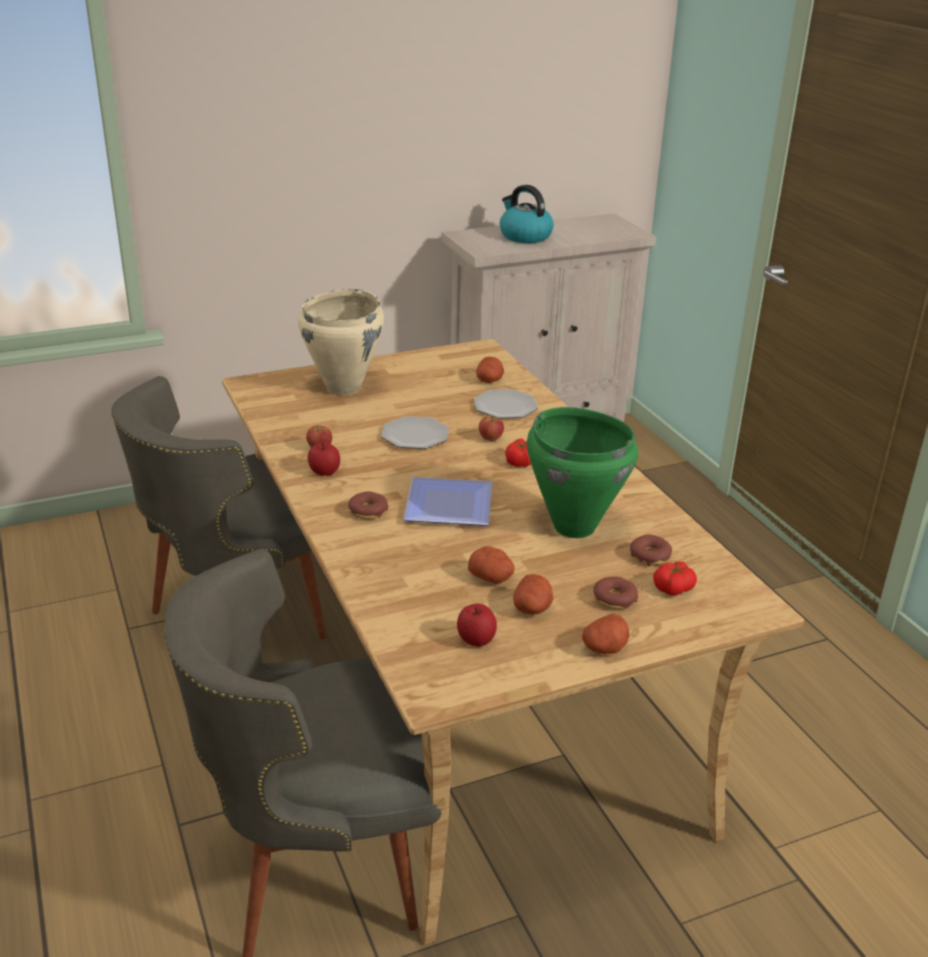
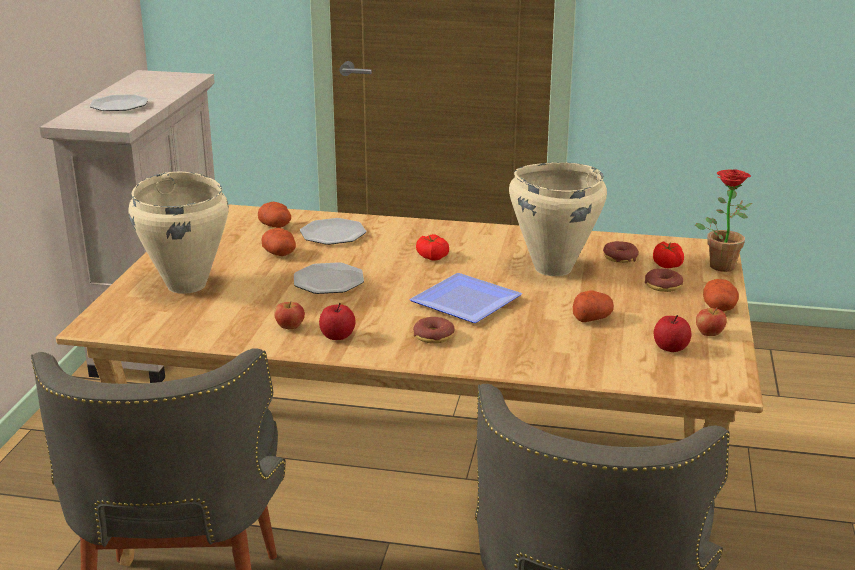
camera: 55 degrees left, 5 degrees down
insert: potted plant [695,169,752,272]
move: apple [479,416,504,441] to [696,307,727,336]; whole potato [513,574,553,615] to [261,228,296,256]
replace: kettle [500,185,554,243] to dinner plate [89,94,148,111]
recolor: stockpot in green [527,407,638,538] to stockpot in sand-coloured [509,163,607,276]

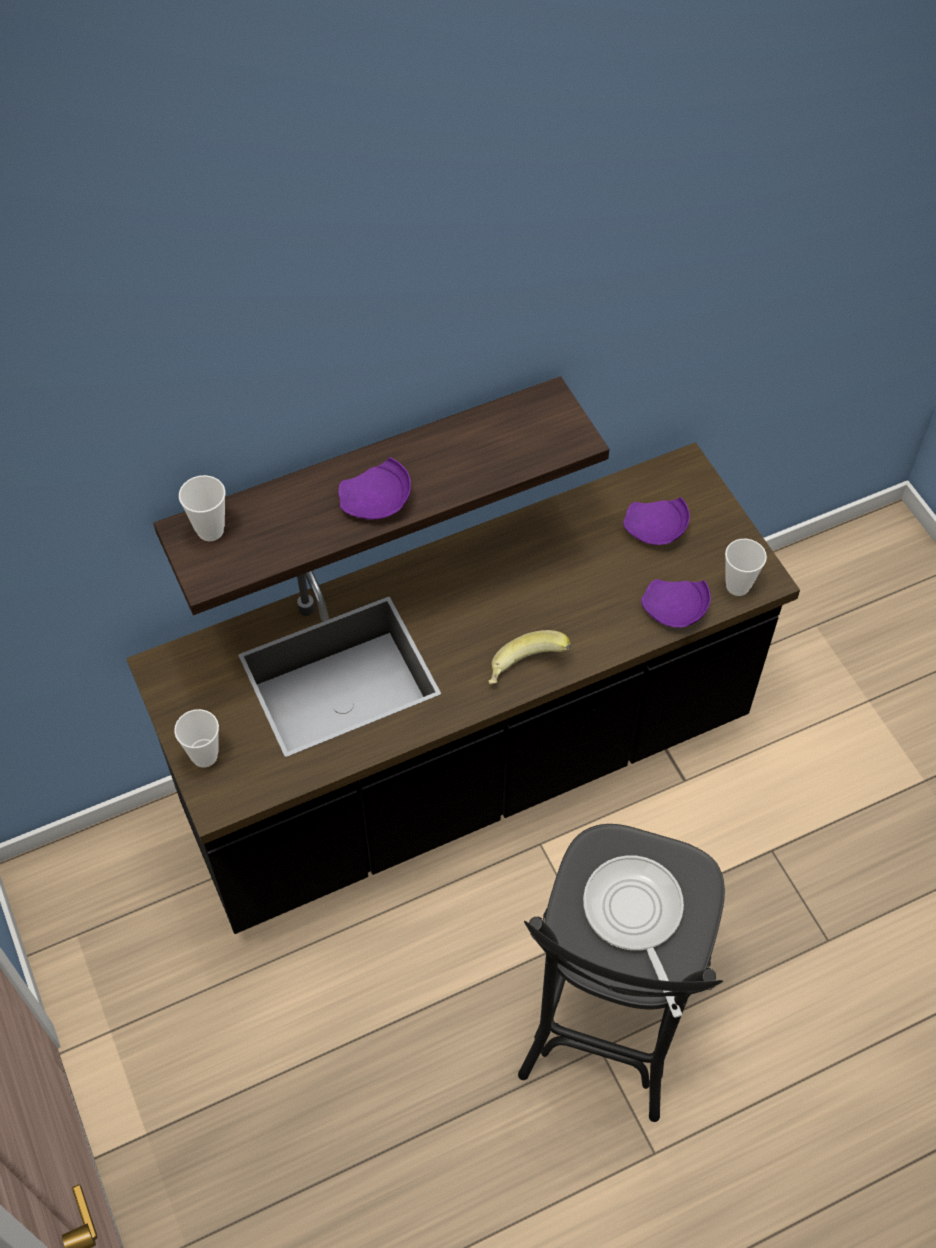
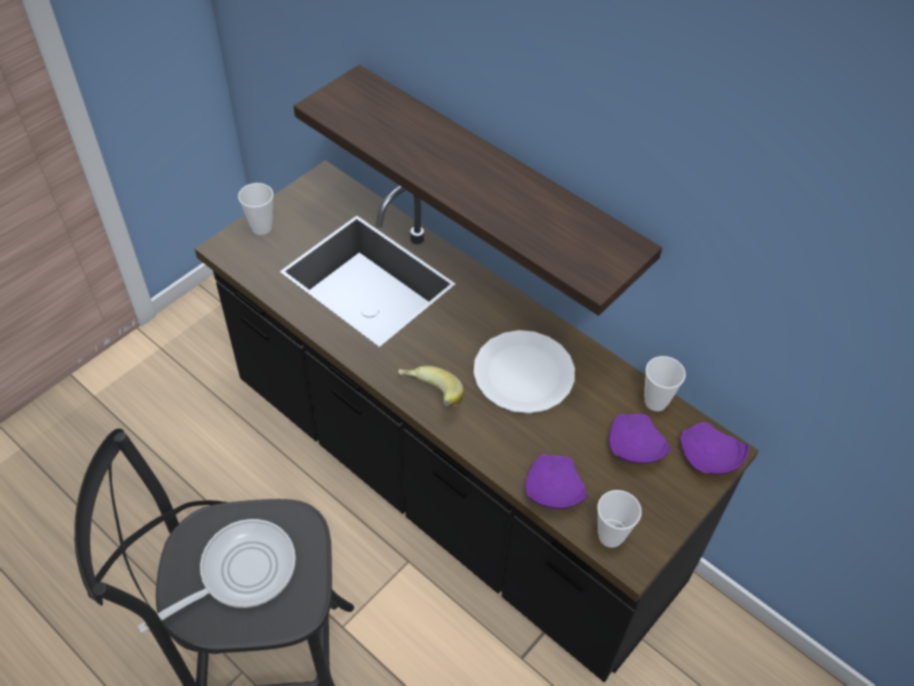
camera: 65 degrees right, 5 degrees down
insert: dinner plate in white-coloured [474,330,575,413]
move: dinner plate in purplish [339,457,411,519] to [681,422,749,474]; small cup [179,475,225,541] to [644,356,686,411]

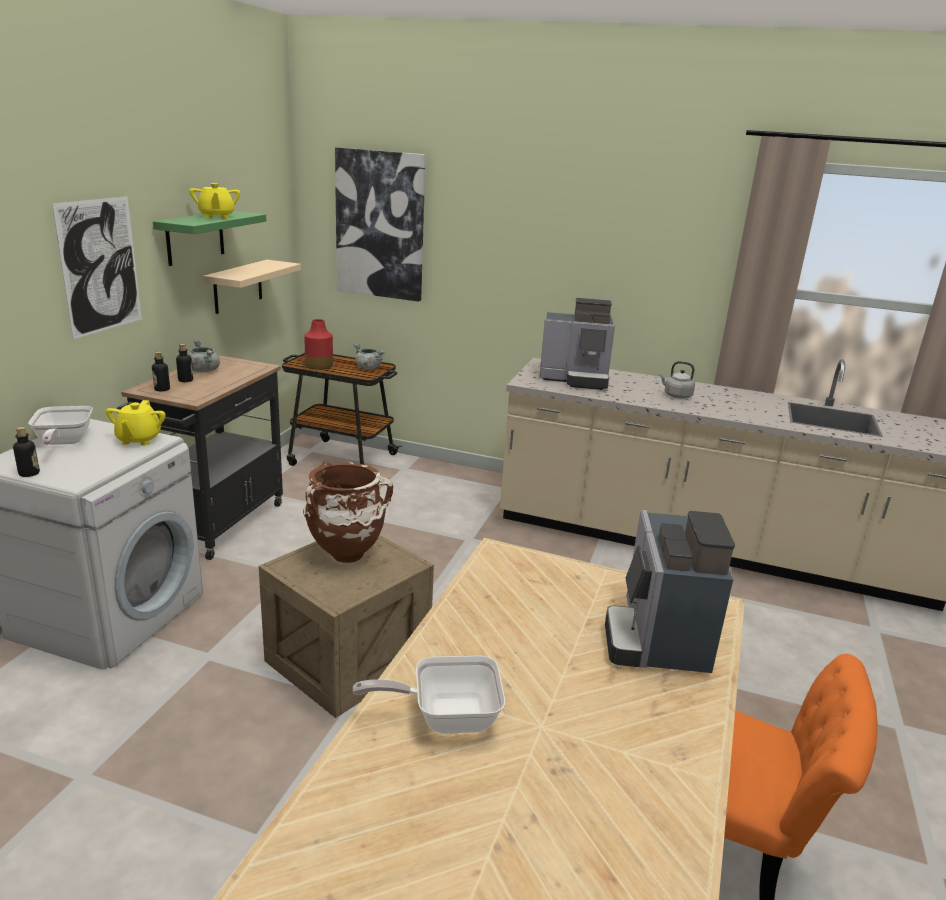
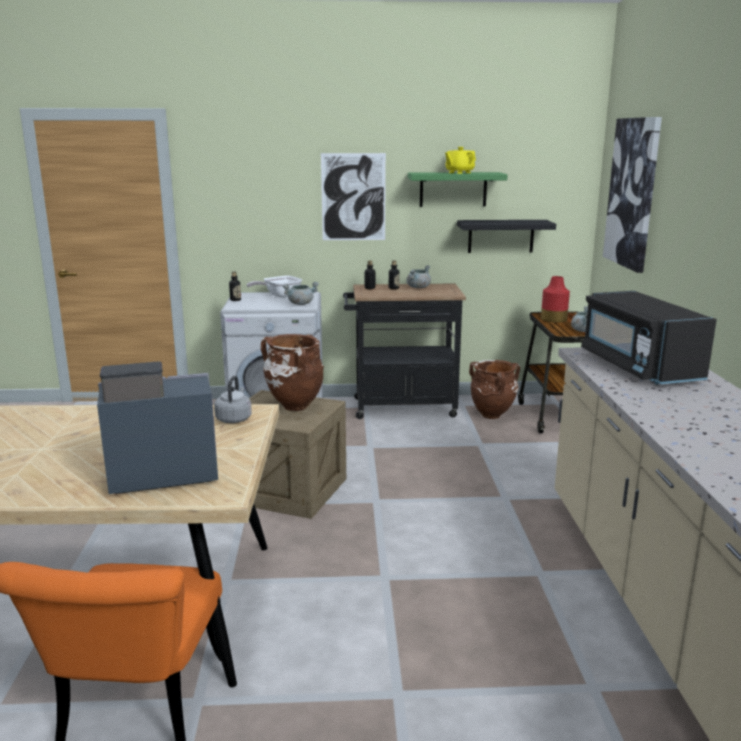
camera: 70 degrees right, 5 degrees down
delete: skillet [353,656,505,734]
insert: flower vase in brown [469,360,520,419]
move: kettle in grey [659,361,695,399] to [214,376,252,423]
replace: coffee machine [539,298,615,390] to microwave oven in black-coloured [581,291,717,385]; tea pot in yellow [106,400,166,446] to stockpot in grey [283,282,319,305]
recolor: bracket shelf in sand-coloured [203,260,301,314] to bracket shelf in black-coloured [457,220,556,253]

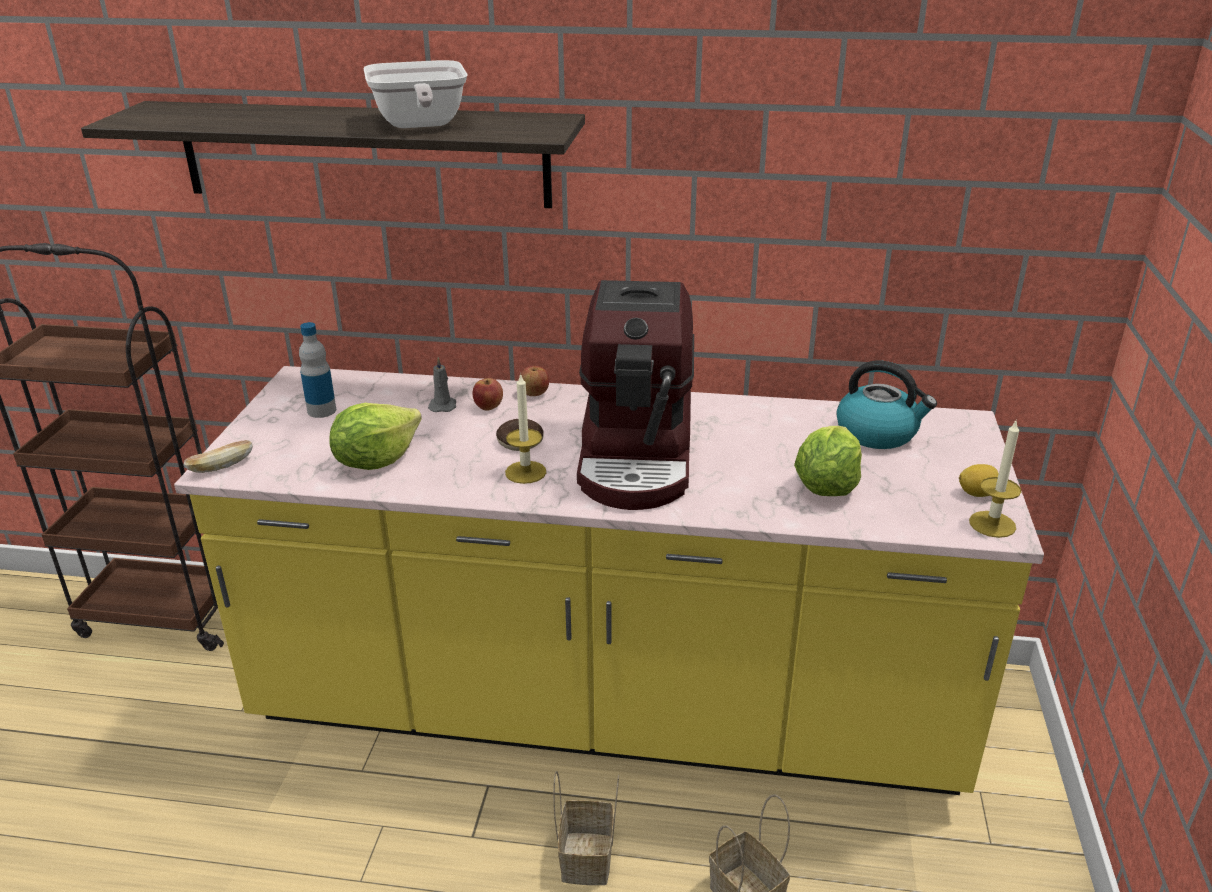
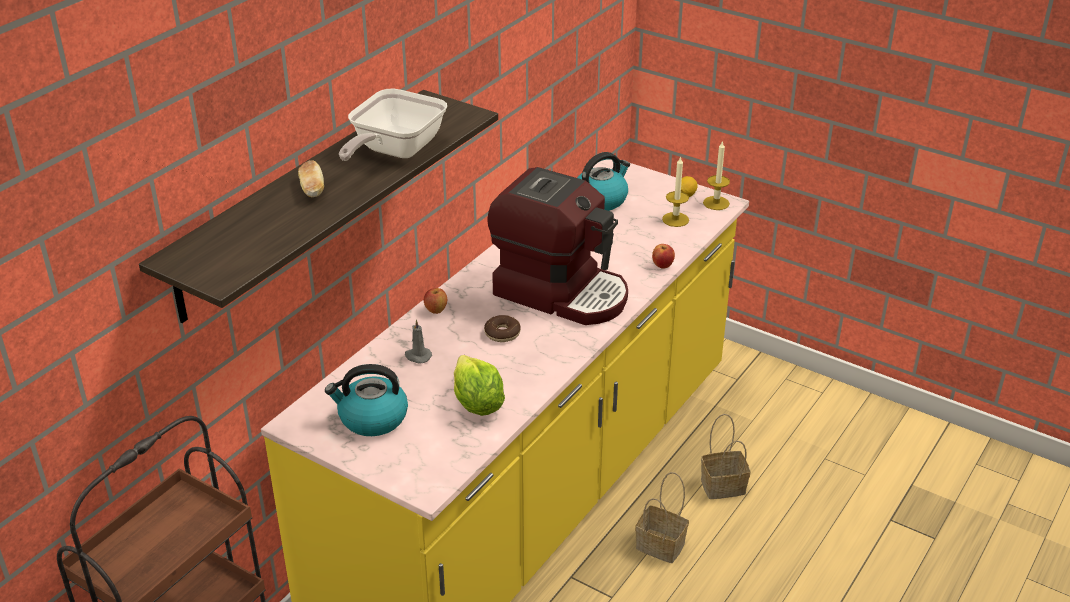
camera: 65 degrees left, 5 degrees up
delete: head of lettuce [794,426,862,496]
move: candle [505,373,546,484] to [662,156,689,227]; apple [473,378,503,411] to [652,244,675,269]; baked bread [184,440,253,473] to [298,160,324,197]
replace: beverage bottle [299,322,336,418] to kettle [325,364,408,436]
rotate: skillet [363,60,468,128] = [339,89,447,161] 105 degrees clockwise

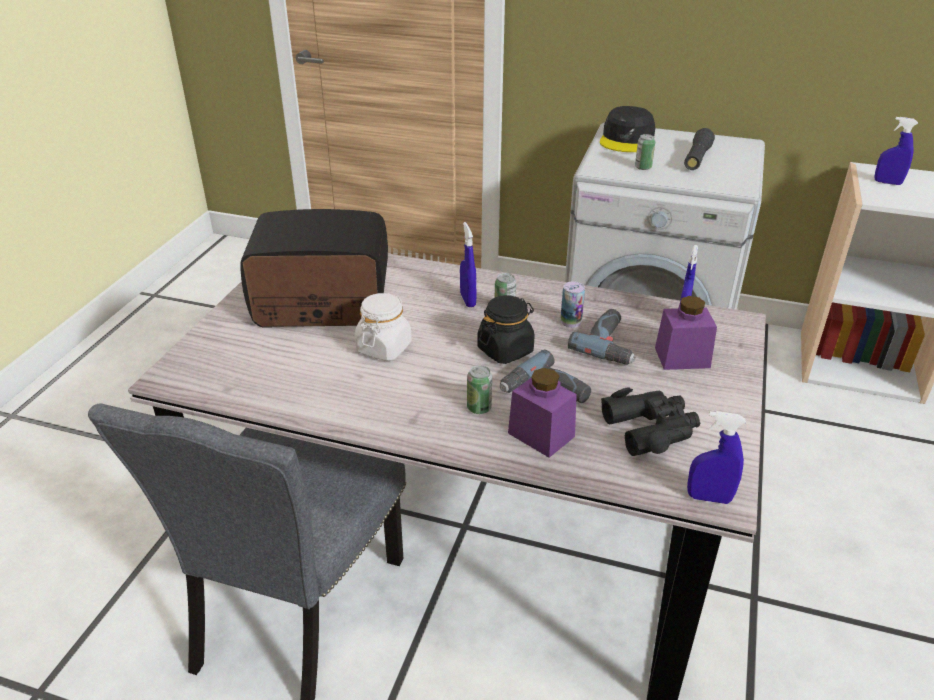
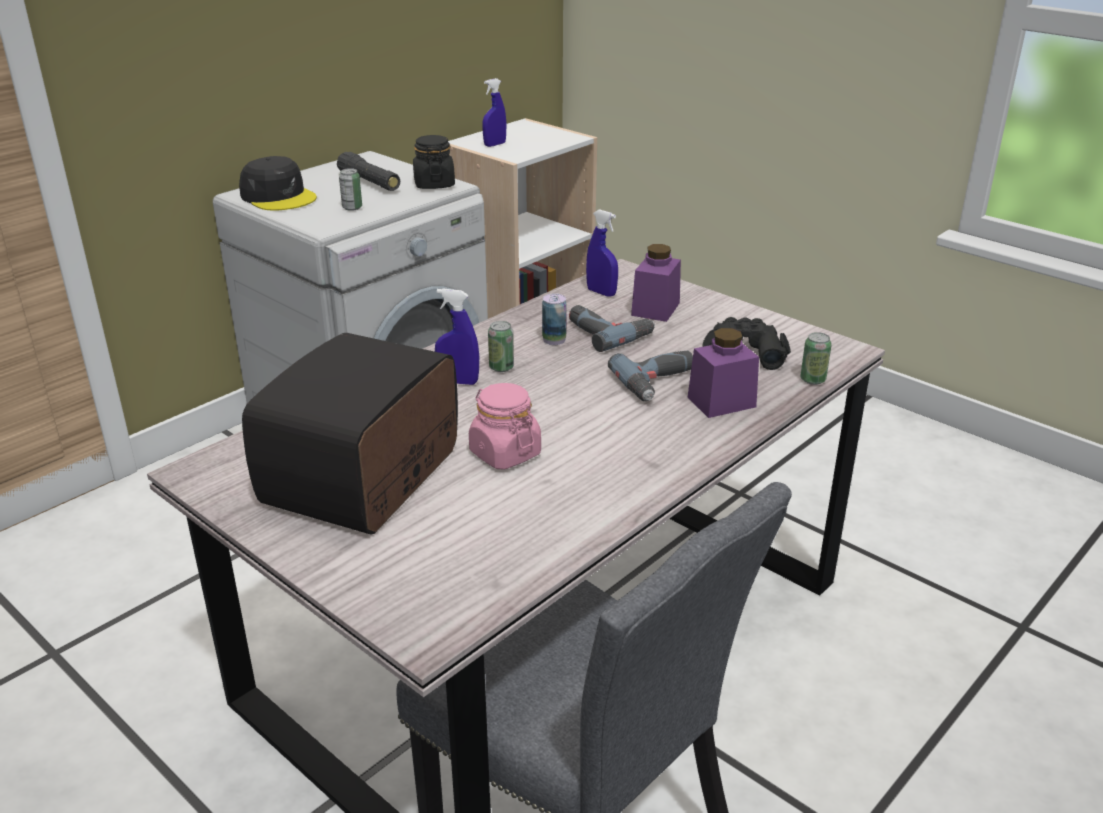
camera: 65 degrees left, 5 degrees down
delete: spray bottle in blue [687,411,746,504]
move: jar in black-coloured [477,295,535,364] to [413,135,455,189]; can [467,365,492,414] to [800,332,832,385]
recolor: jar in white-coloured [355,293,412,361] to jar in pinkish [469,383,541,470]

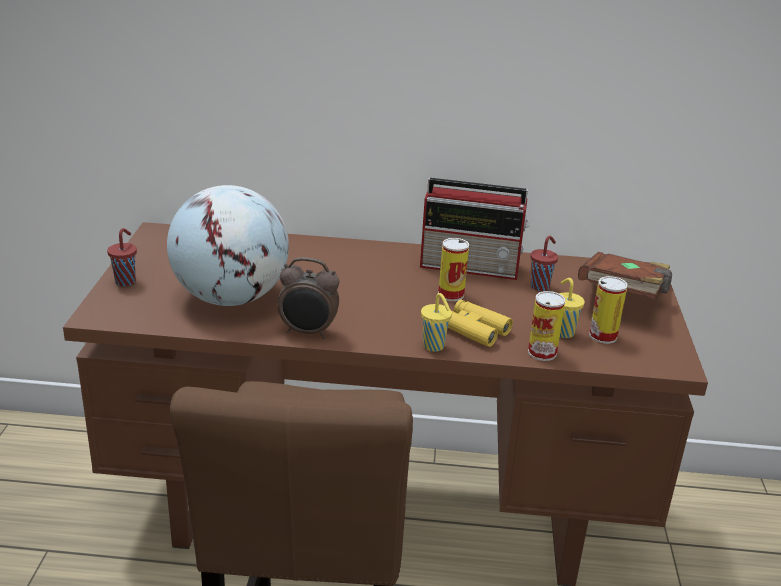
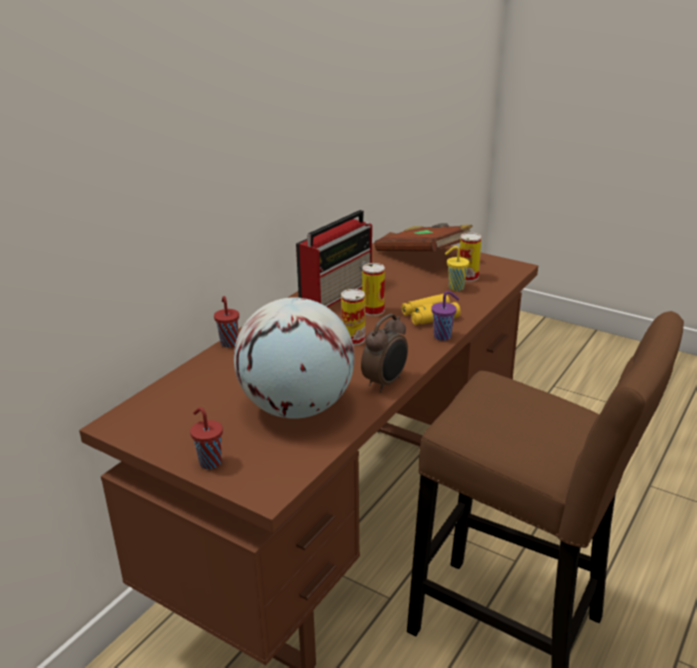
camera: 60 degrees left, 0 degrees up
move: small cup in red [530,236,558,291] to [214,296,239,347]; can [528,291,565,361] to [341,289,365,346]
recolor: small cup in yellow [421,293,452,352] to small cup in purplish [431,291,459,341]

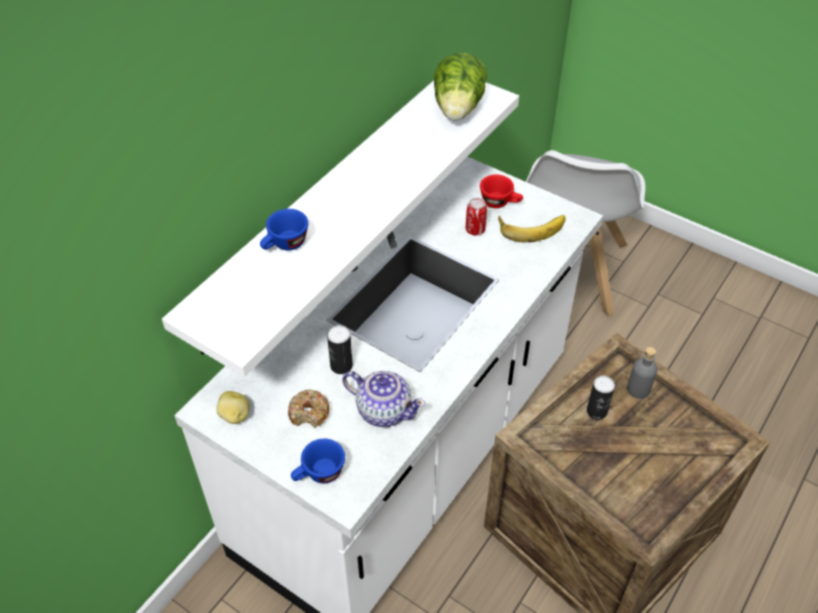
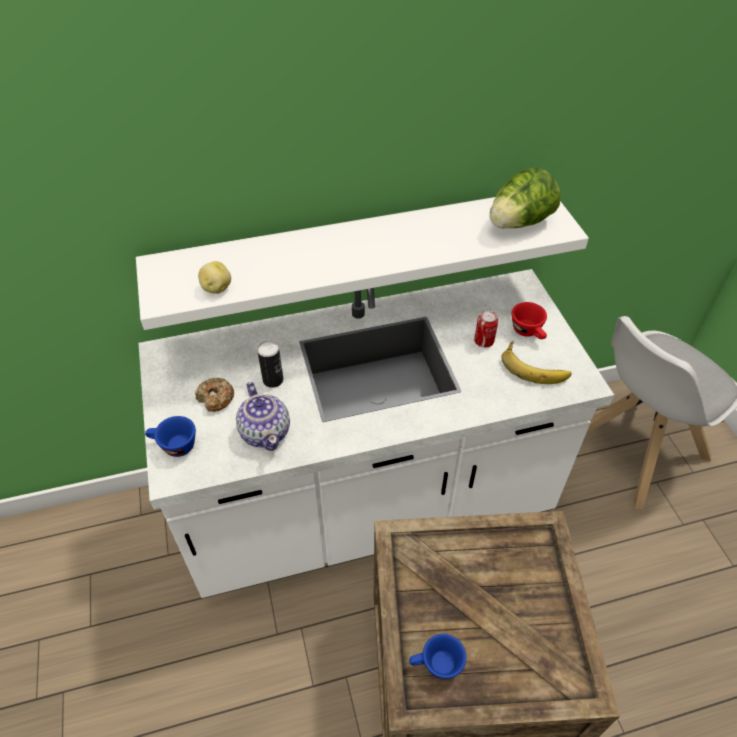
camera: 40 degrees right, 0 degrees up
delete: beverage bottle in grey [627,347,657,399]; can [587,376,615,420]
move: small cup in blue [260,209,308,250] to [409,634,466,680]; whole potato [216,391,250,424] to [198,261,231,294]

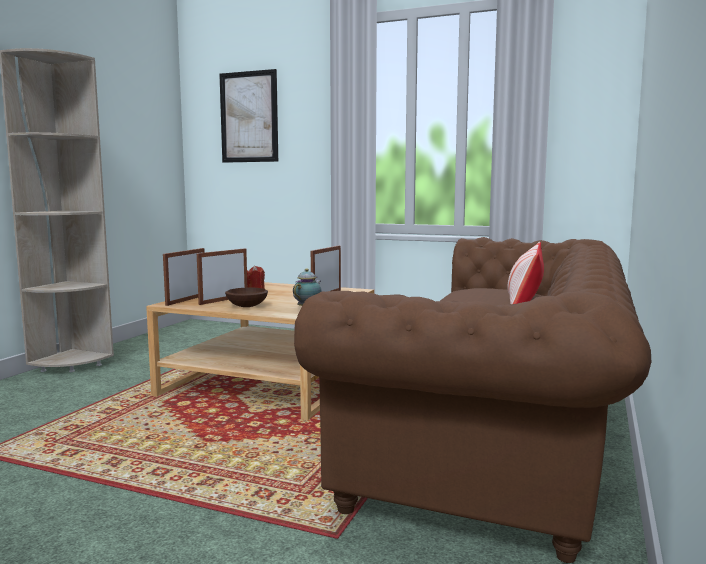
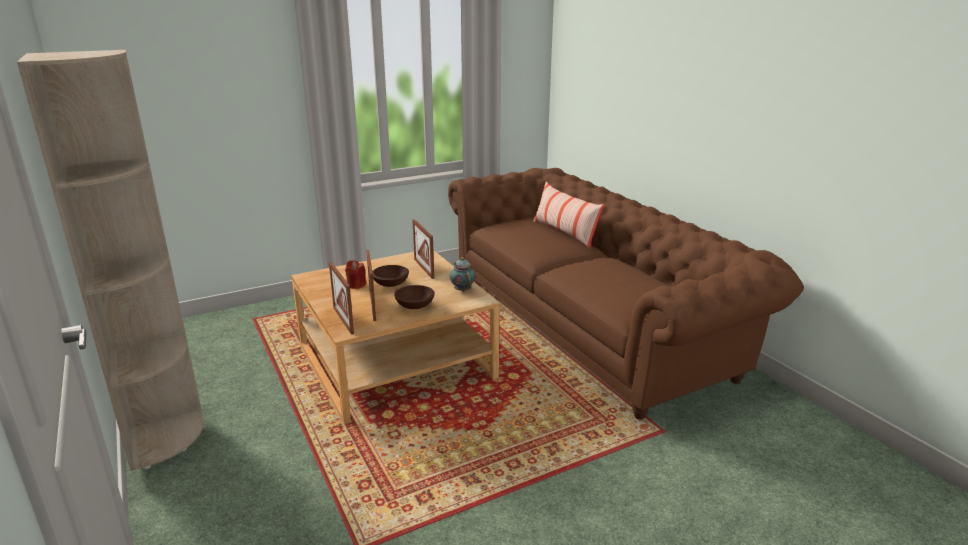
camera: 50 degrees left, 15 degrees up
delete: wall art [219,69,278,163]
insert: bowl in brown [372,265,409,287]

